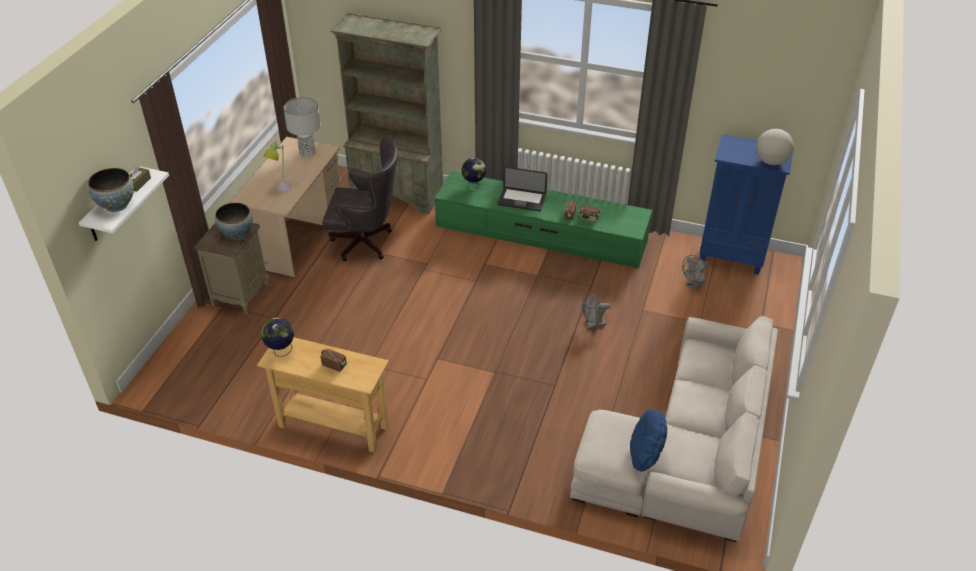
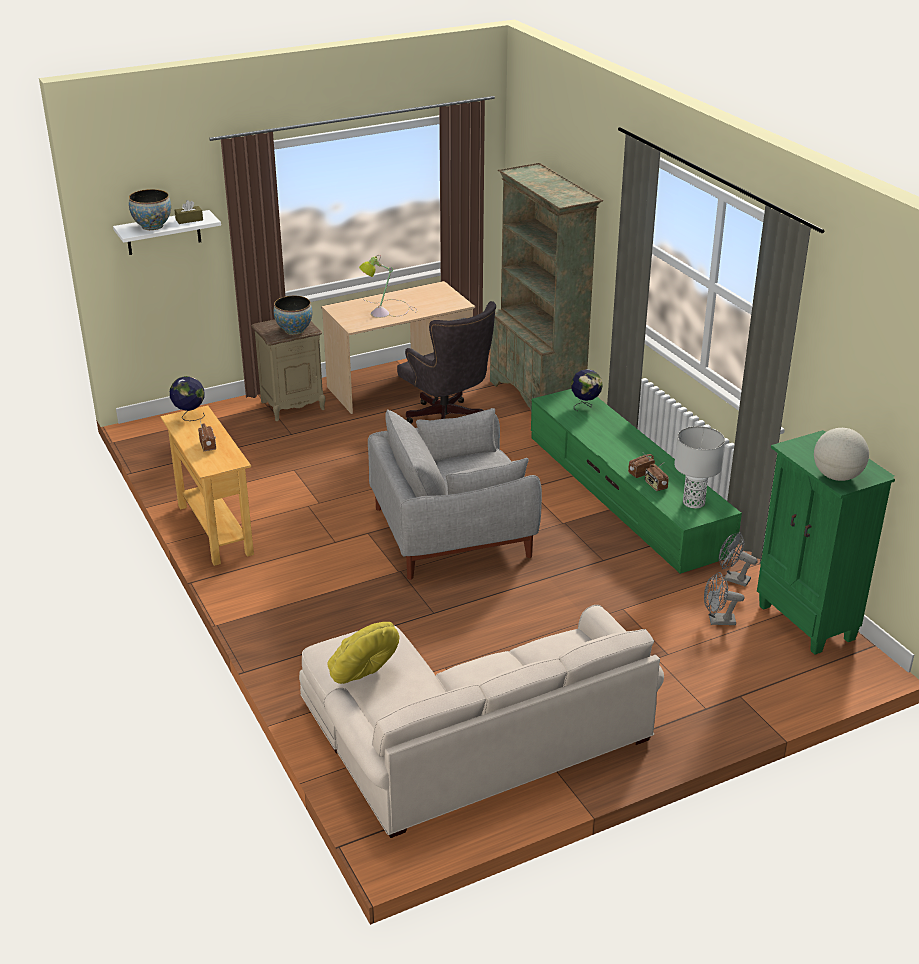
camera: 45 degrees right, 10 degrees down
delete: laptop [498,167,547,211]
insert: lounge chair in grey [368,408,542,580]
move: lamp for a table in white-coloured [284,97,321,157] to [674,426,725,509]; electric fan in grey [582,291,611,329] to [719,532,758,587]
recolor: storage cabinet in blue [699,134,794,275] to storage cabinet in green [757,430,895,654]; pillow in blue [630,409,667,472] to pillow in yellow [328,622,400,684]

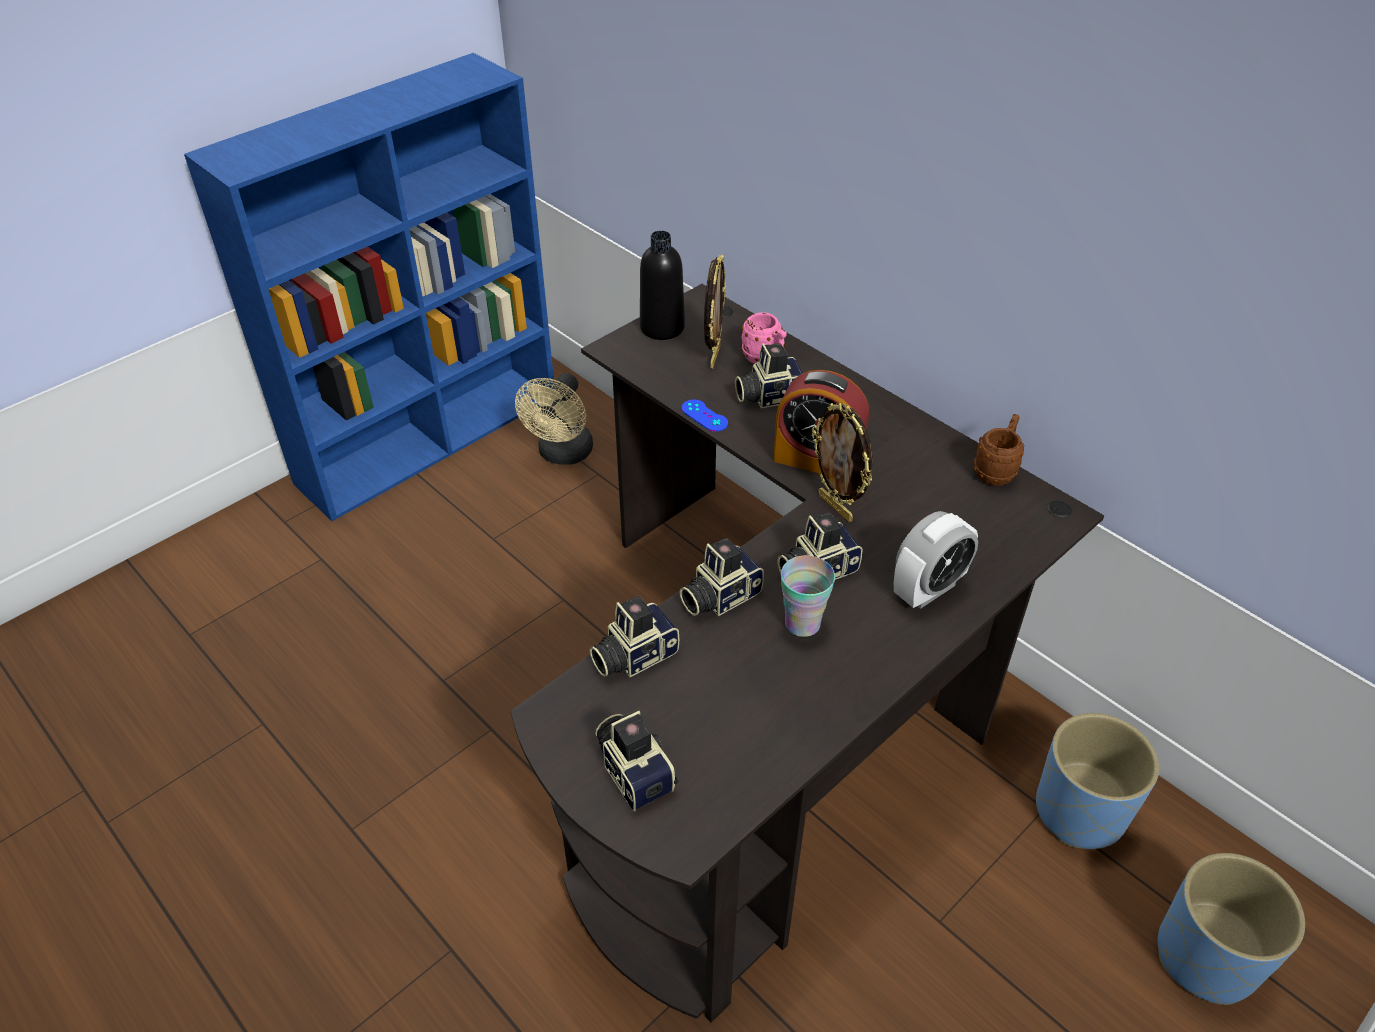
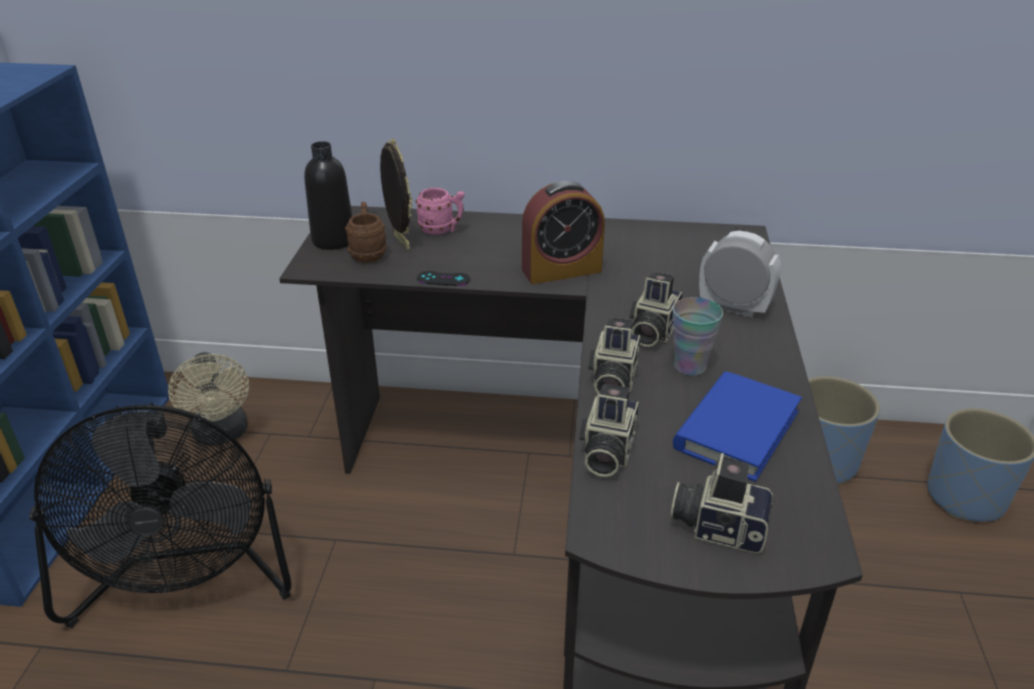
camera: 40 degrees left, 10 degrees down
delete: still camera [735,343,803,409]; picture frame [812,403,873,522]
insert: bound book in blue [673,371,802,482]; electric fan in black-coloured [29,402,292,628]
move: mug in brown [974,414,1024,486] to [345,202,386,263]
recolor: joypad in blue [681,399,728,432] to joypad in black-coloured [417,271,470,286]
rotate: alarm clock [894,511,978,609] = [699,231,781,318] 75 degrees counterclockwise

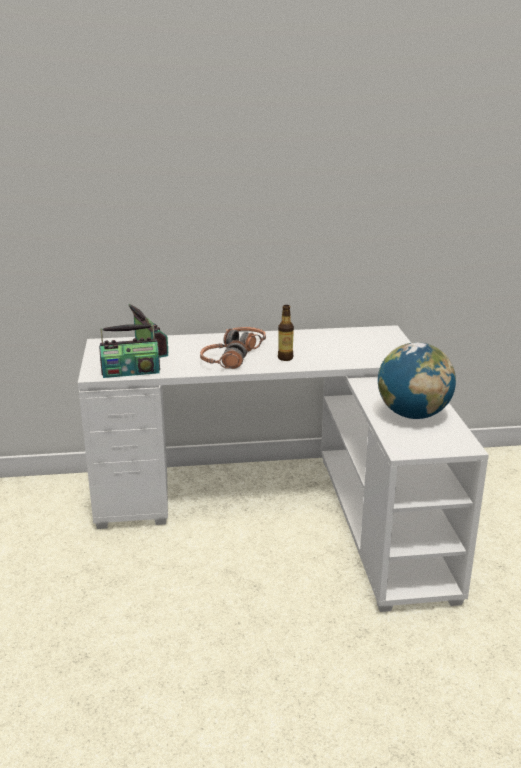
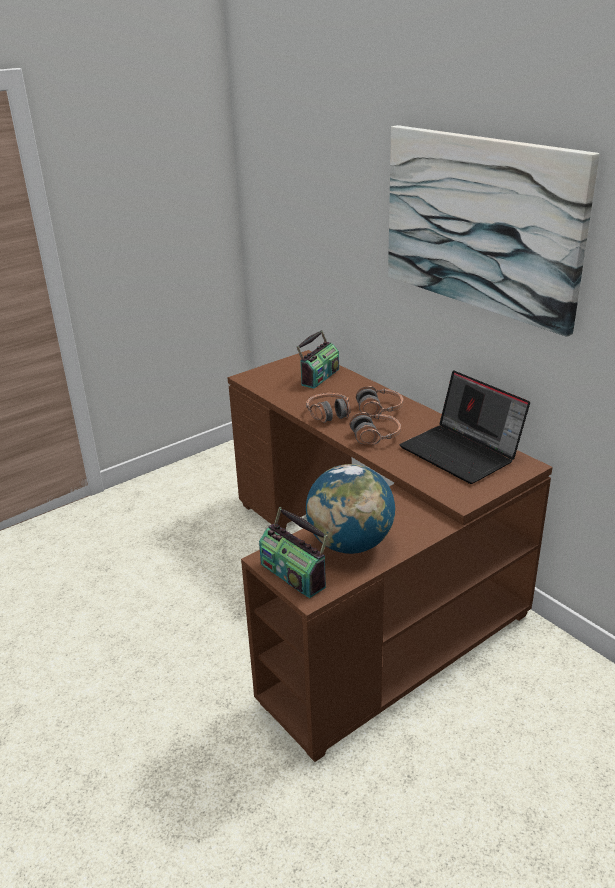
camera: 60 degrees right, 5 degrees up
insert: wall art [388,125,600,337]; laptop [400,370,530,484]
move: radio [99,324,160,378] to [259,507,328,598]
replace: beverage bottle [278,305,294,361] to headphones [350,412,401,445]
recolor: desk in white-coloured [78,325,489,612] to desk in brown [227,350,553,762]

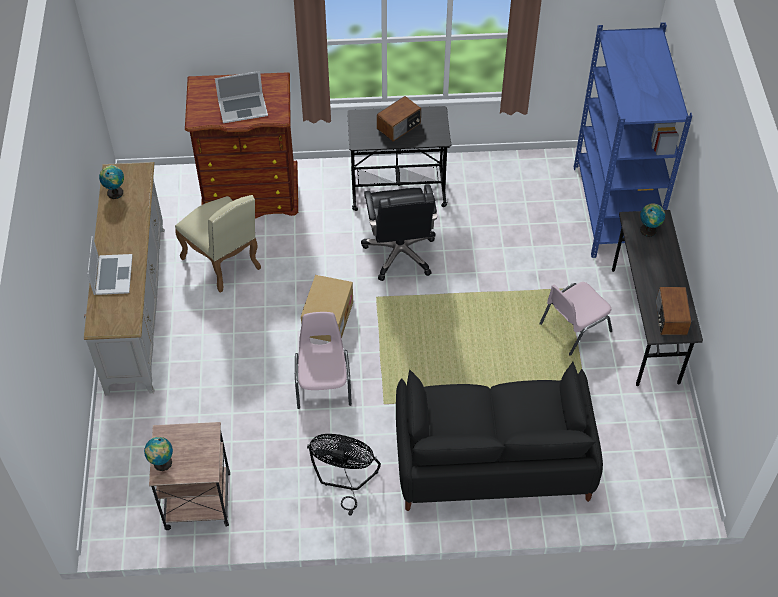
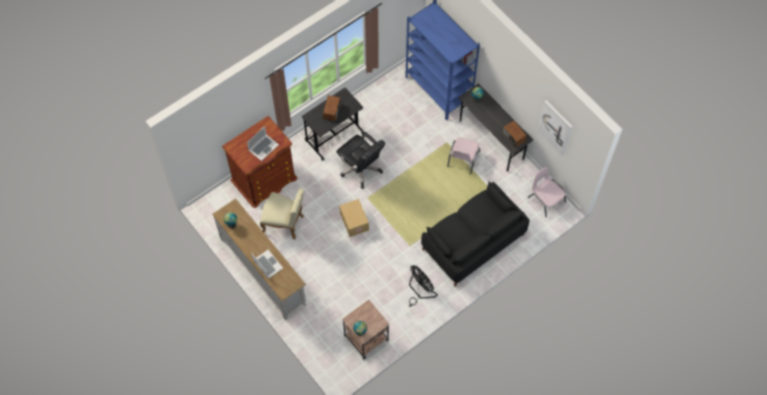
camera: 35 degrees left, 10 degrees up
insert: wall art [538,100,573,156]
move: plain chair in pinkish [295,312,352,409] to [528,167,566,217]
rotate: electric fan in black-coloured [307,434,381,516] = [409,265,438,307] 75 degrees clockwise

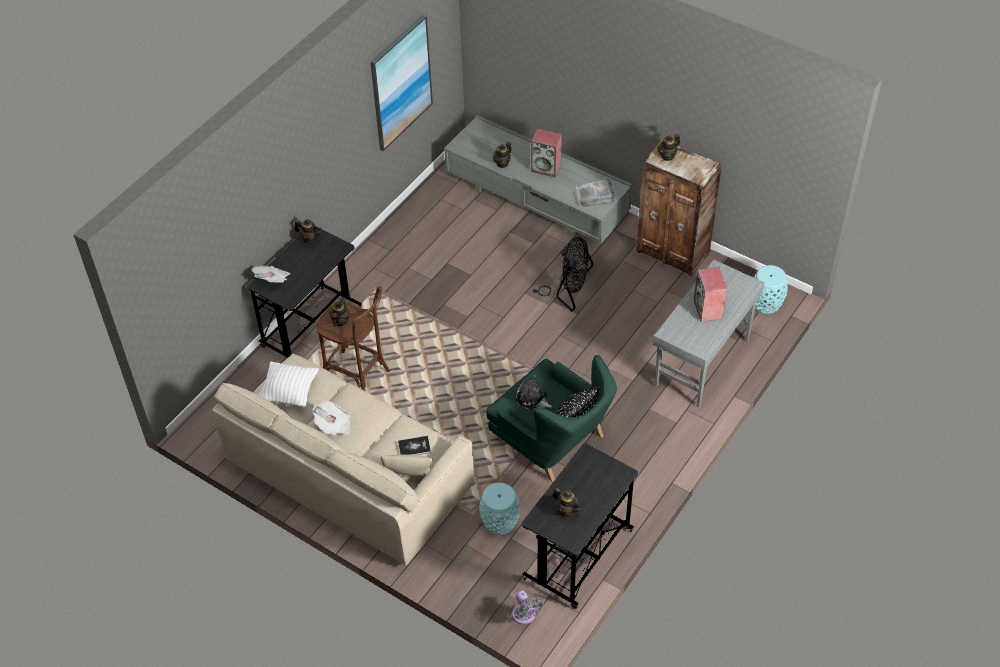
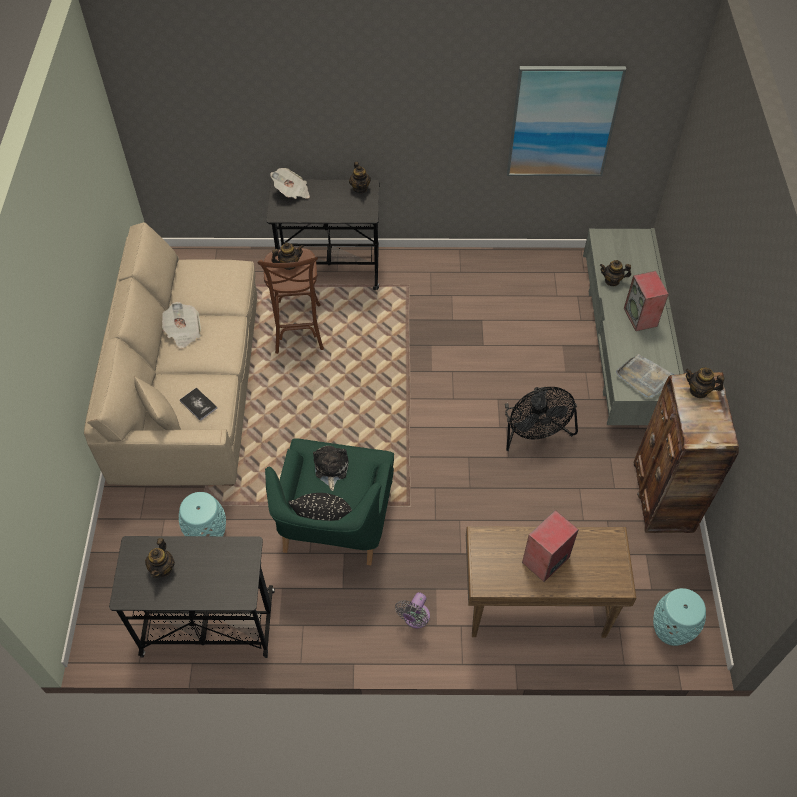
camera: 55 degrees right, 5 degrees up
delete: pillow in white-coloured [259,362,319,408]
move: electric fan in grey [512,590,544,624] to [395,592,430,628]
recolor: console table in grey [653,260,764,408] to console table in brown [466,526,636,638]

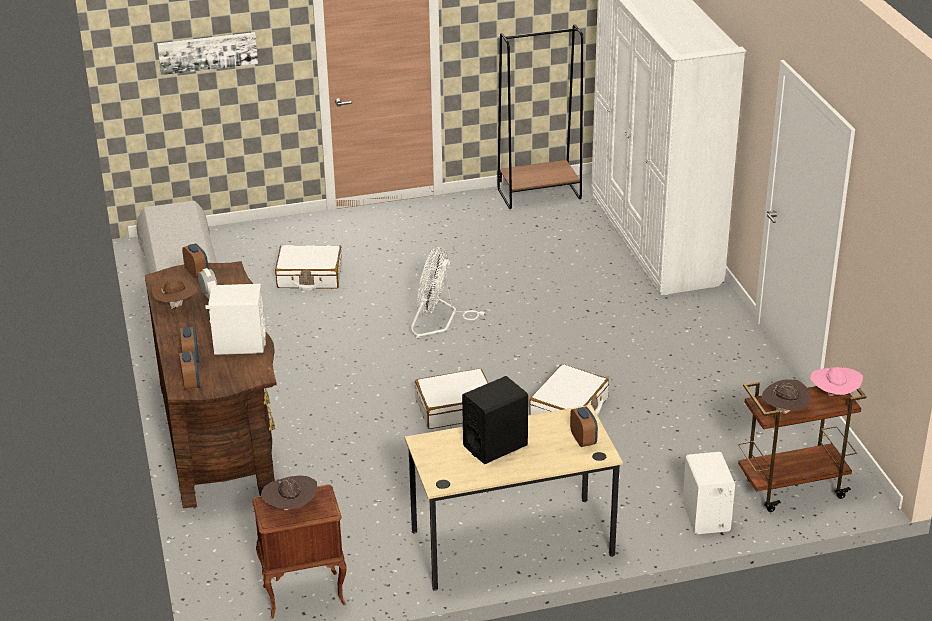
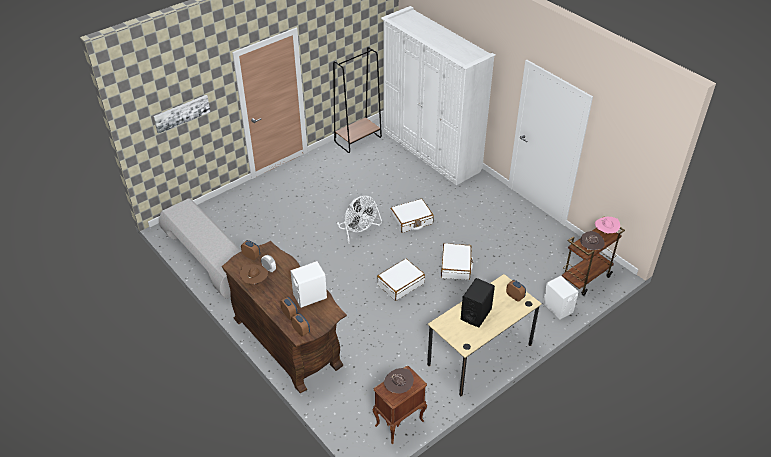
camera: 25 degrees left, 10 degrees up
move: piece of luggage in white-coloured [275,245,342,290] to [390,199,434,233]
rotate: electric fan in white-coloured [411,247,485,338] = [337,196,382,244] 120 degrees counterclockwise

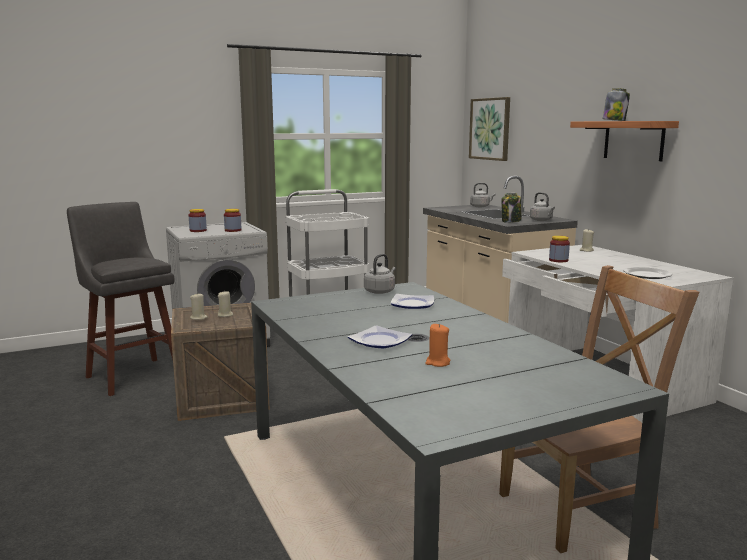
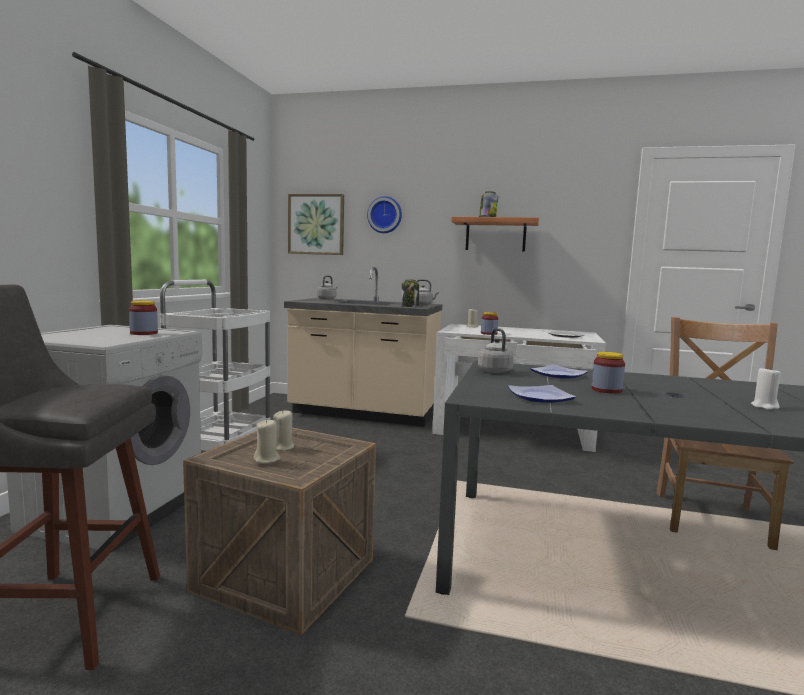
camera: 50 degrees left, 5 degrees down
insert: hanging clock [367,196,402,233]
move: jar [189,209,207,232] to [591,352,625,394]; dinner plate [348,325,412,348] to [508,385,576,403]
recolor: candle in orangey [425,324,450,367] to candle in white-coloured [751,367,780,410]

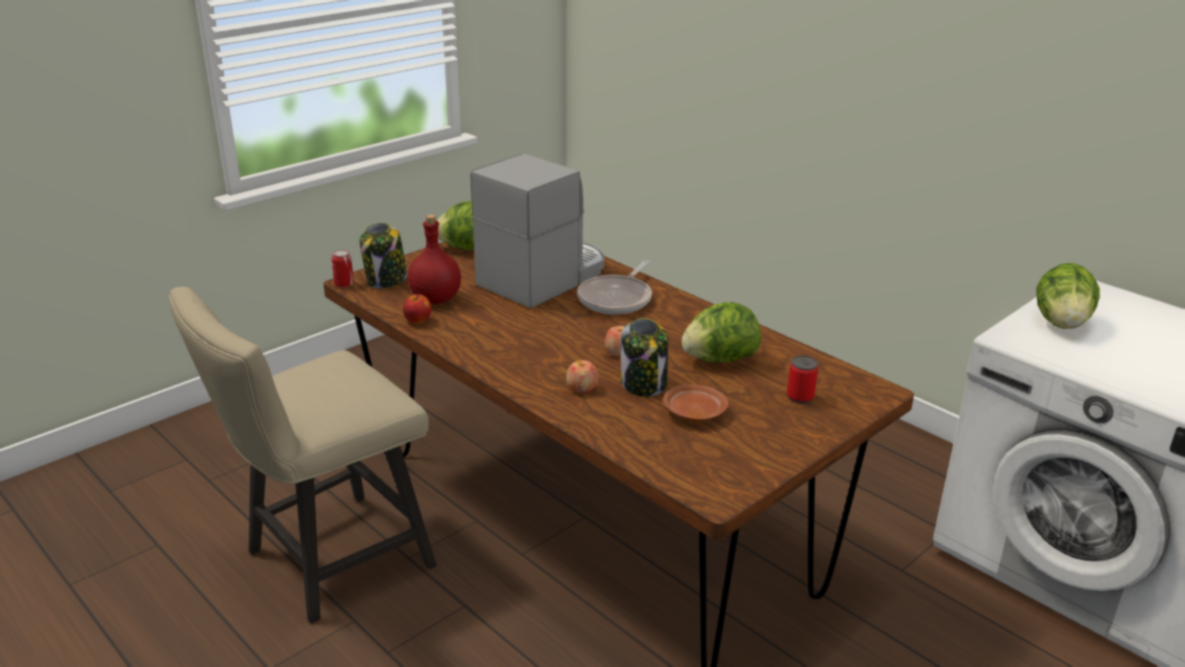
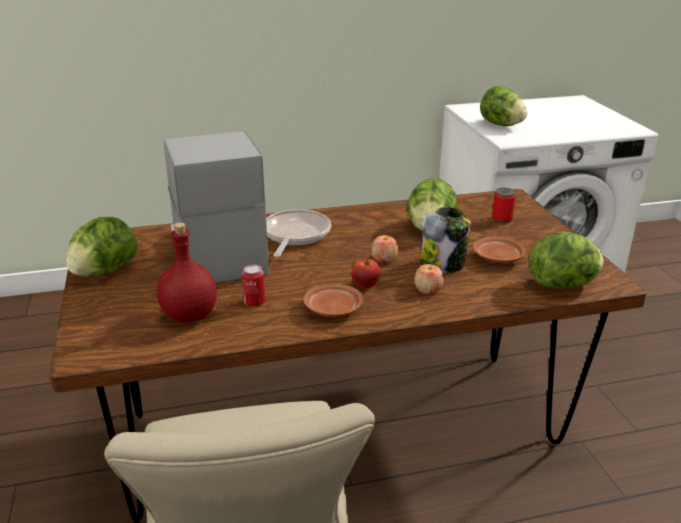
camera: 60 degrees left, 0 degrees up
delete: jar [360,223,407,288]
insert: head of lettuce [529,231,604,289]; dinner plate in brown [303,284,363,317]
move: can [332,250,354,288] to [242,265,265,307]; apple [403,294,432,324] to [351,257,381,289]
rotate: skillet [577,261,652,314] = [266,209,331,257] 135 degrees counterclockwise

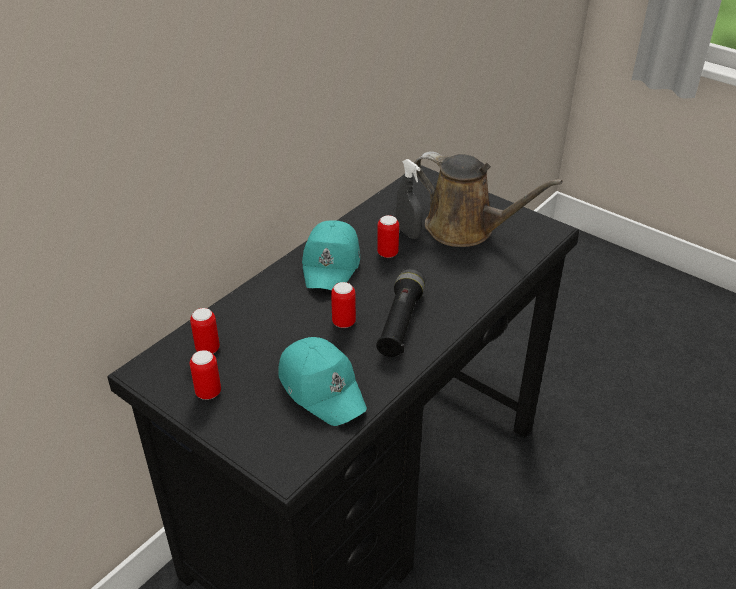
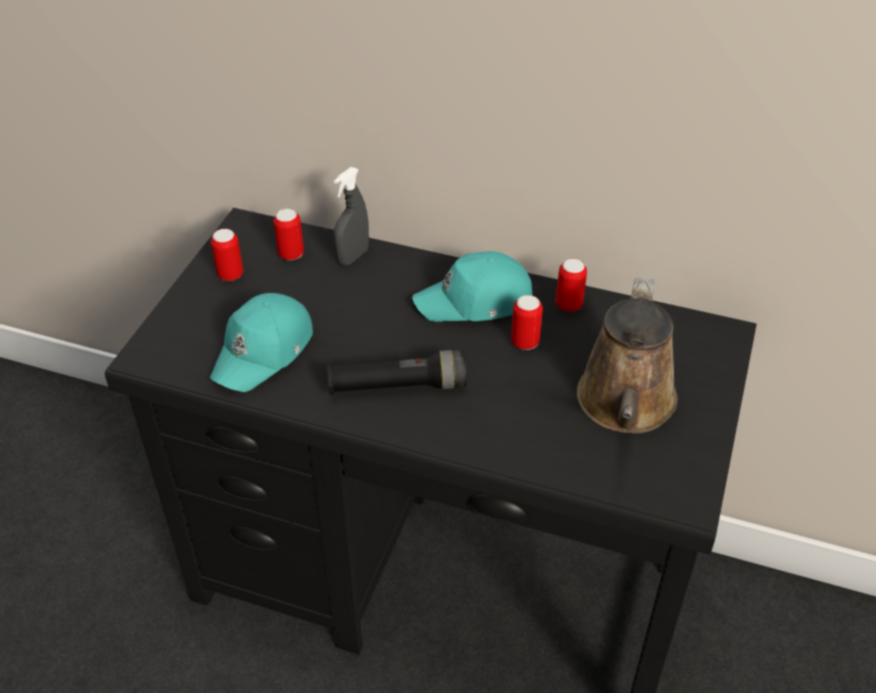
camera: 70 degrees right, 5 degrees up
move: spray bottle in grey [396,159,422,239] to [334,167,369,266]; can [331,282,356,328] to [556,258,587,312]

